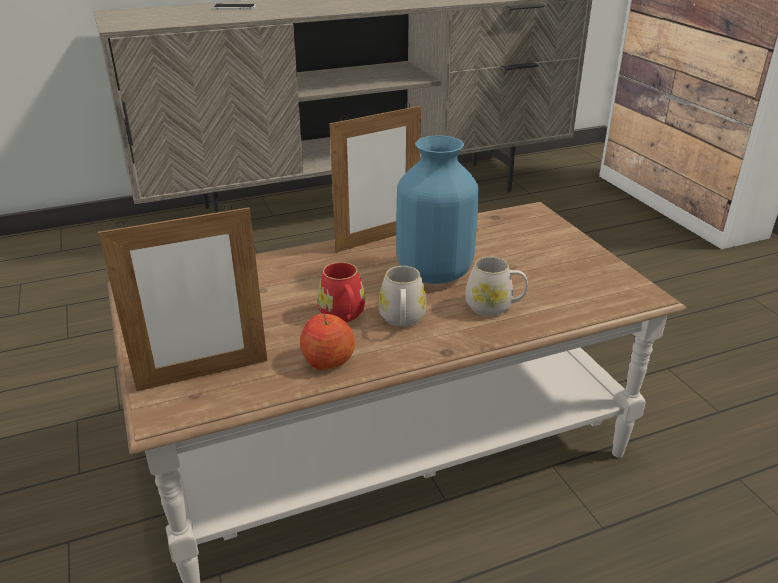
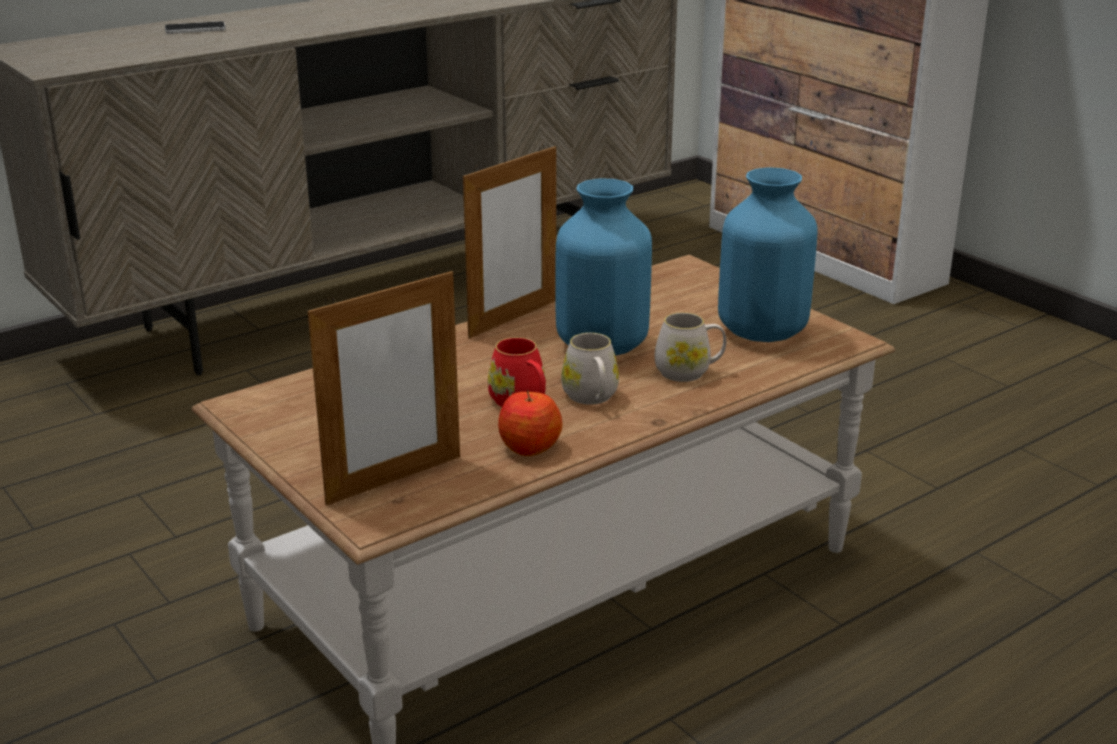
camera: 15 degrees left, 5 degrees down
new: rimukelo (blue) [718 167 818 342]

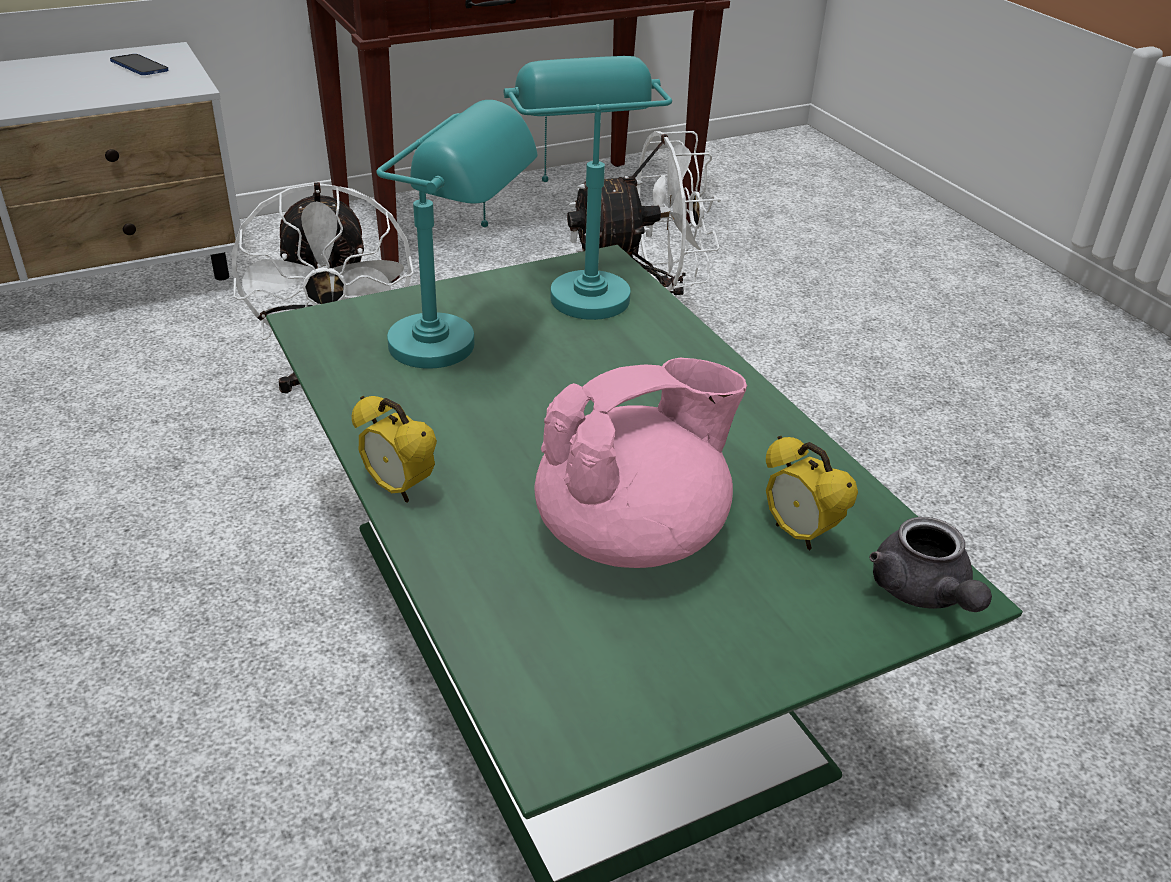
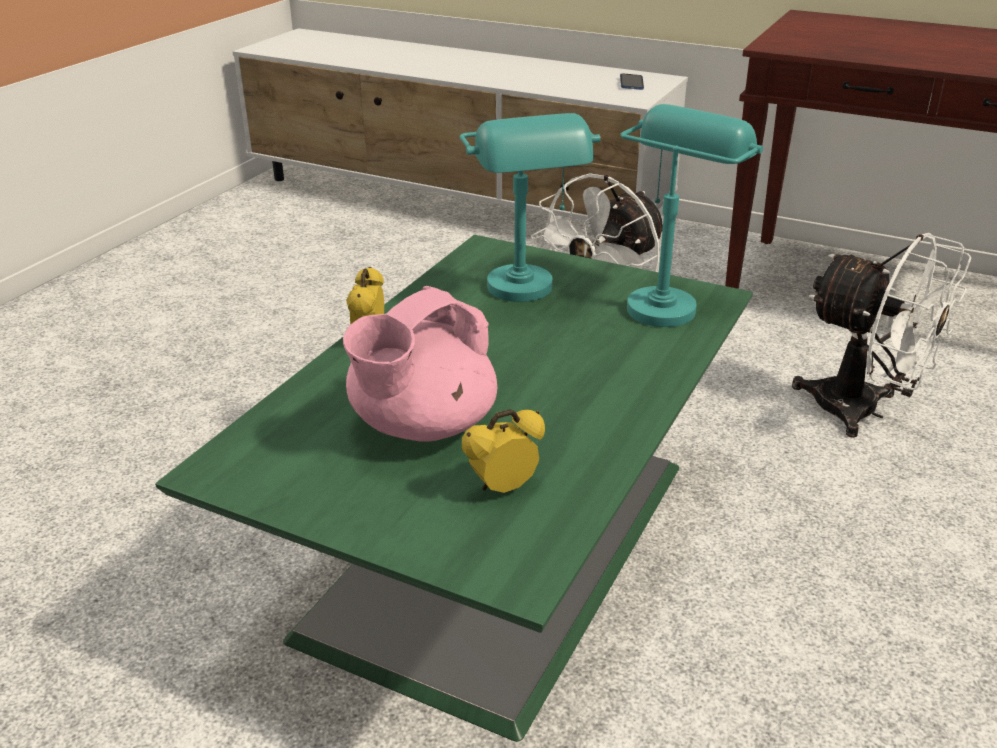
camera: 55 degrees right, 5 degrees down
gone: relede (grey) [869 517 992 612]
rotated: relede (pink) [534 358 747 568] = [343 286 497 442] 105 degrees clockwise; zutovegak [766 436 858 550] = [462 409 545 493] 45 degrees clockwise

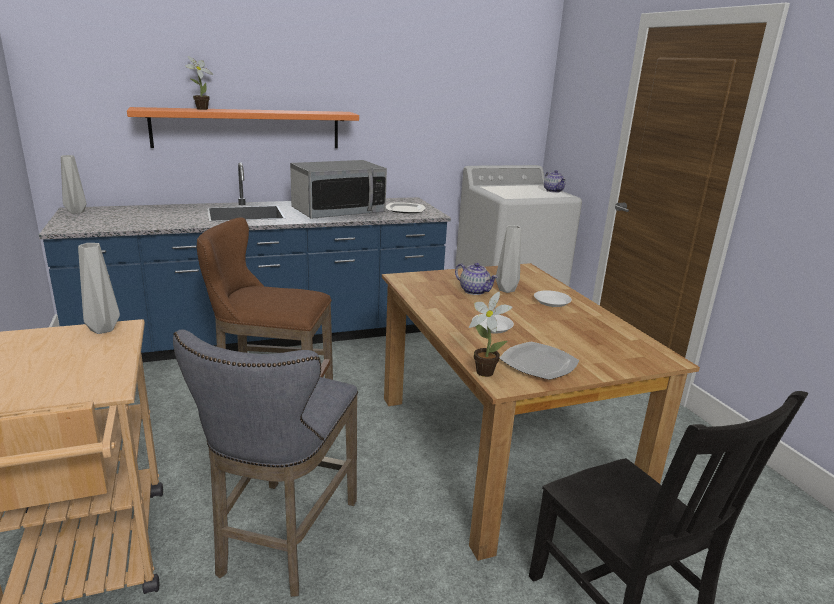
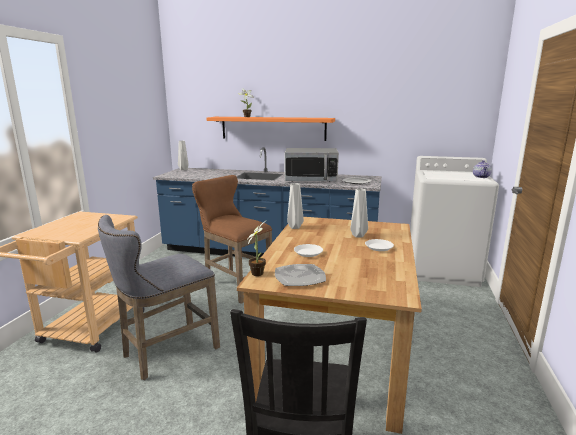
camera: 35 degrees right, 5 degrees down
gone: relede [455 263 498 295]
shifted: rimukelo (grey) [78 243 120 334] to [287 183 304 229]

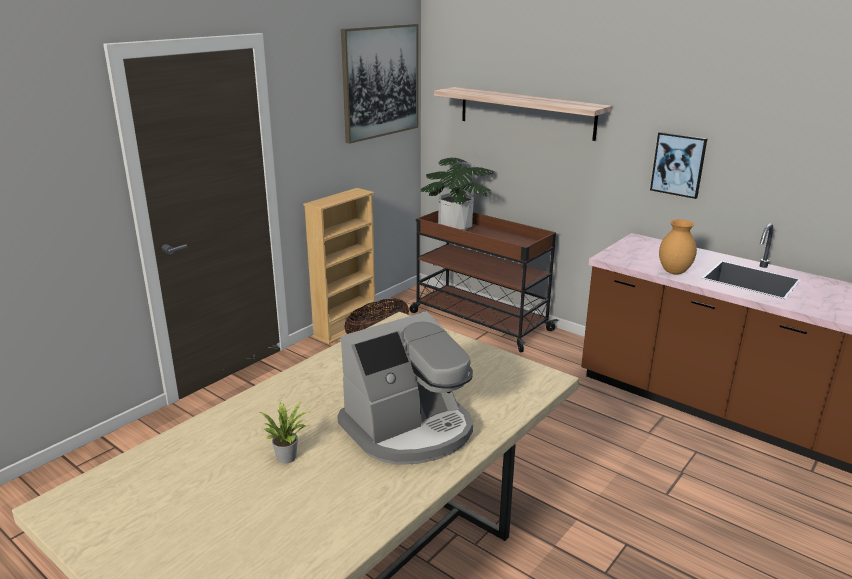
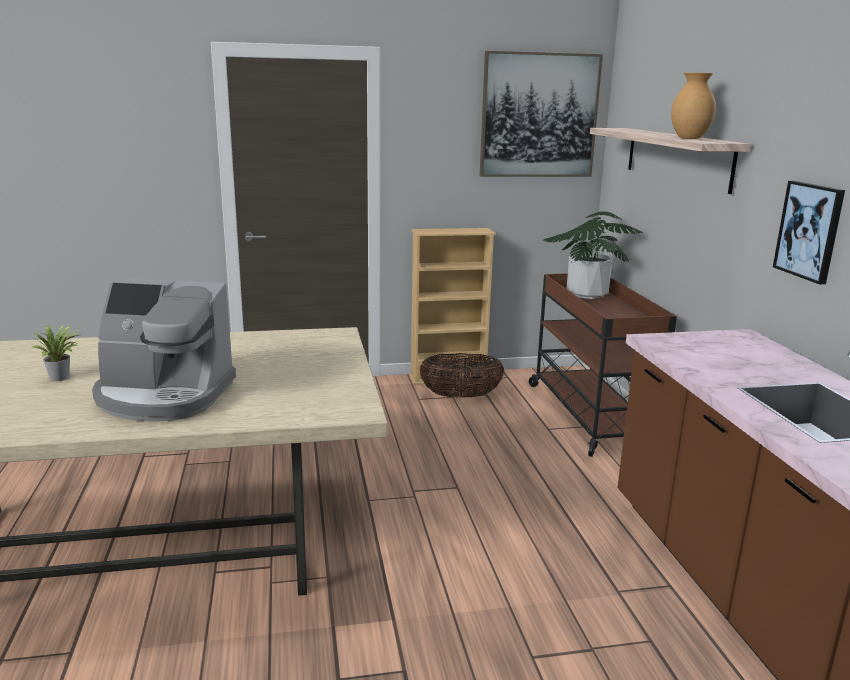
camera: 40 degrees right, 5 degrees down
shifted: rimukelo (brown) [659 219 697 274] to [671 73 716 139]

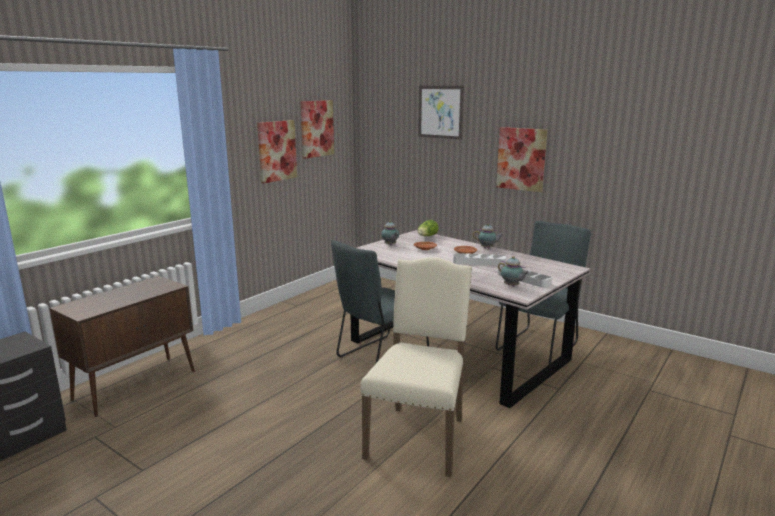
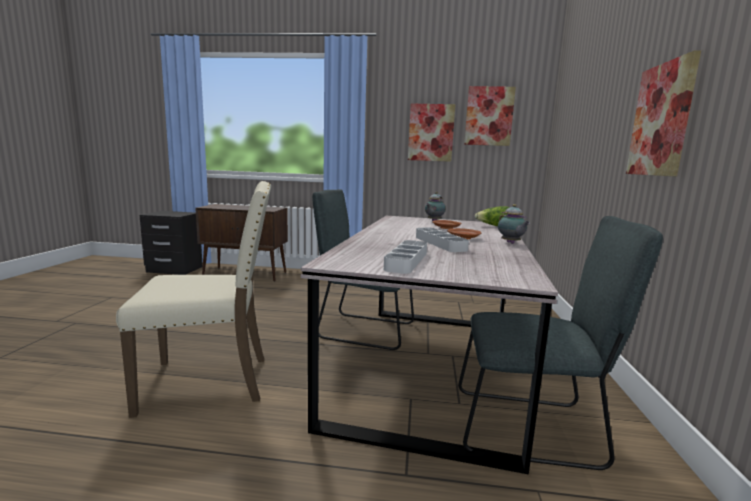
camera: 60 degrees right, 5 degrees down
gone: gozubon [418 86 464 140]; relede [498 256 530 287]

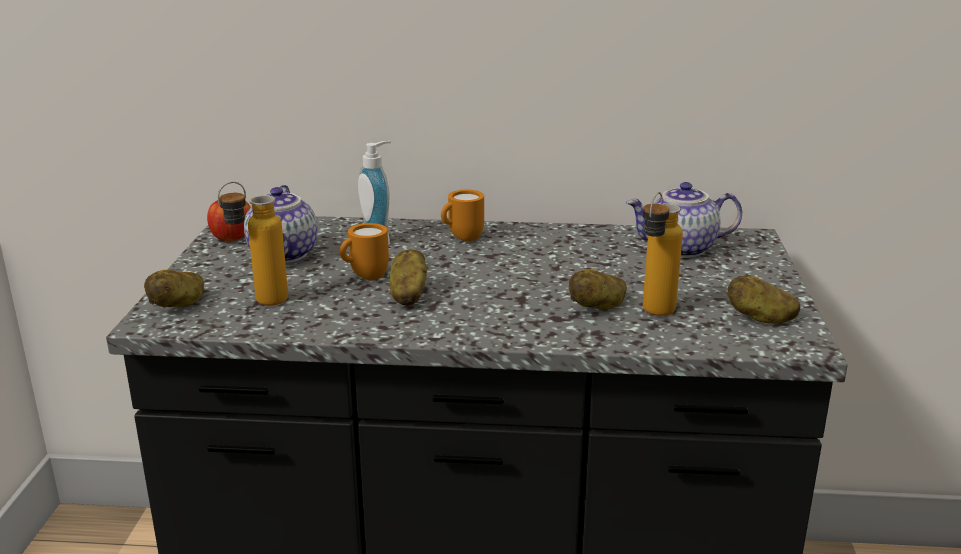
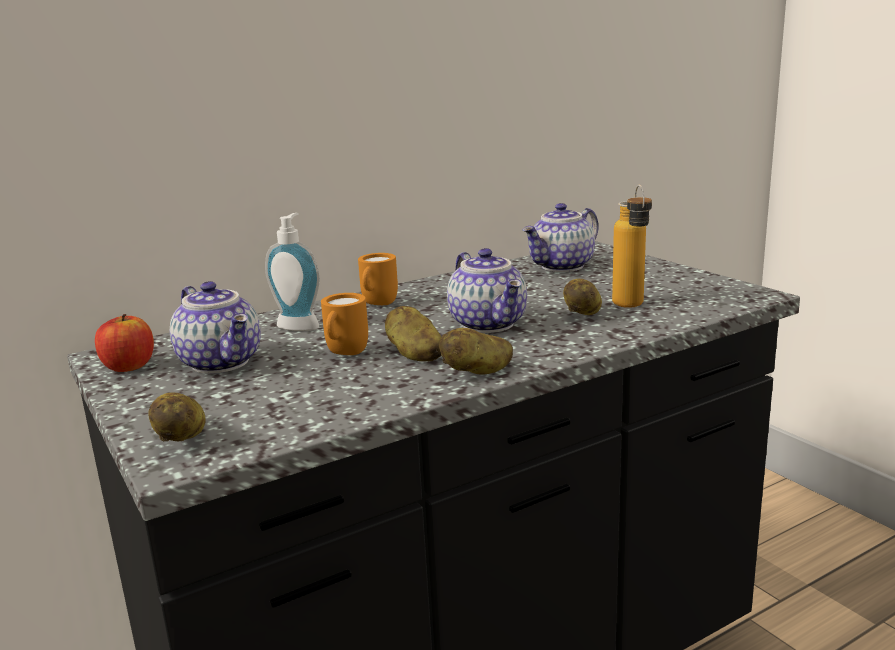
camera: 35 degrees left, 5 degrees down
gone: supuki [218 181 288 306]
new: relede [447 248 527 333]
shifted: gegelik [727 276 800 324] to [439 328 513 375]

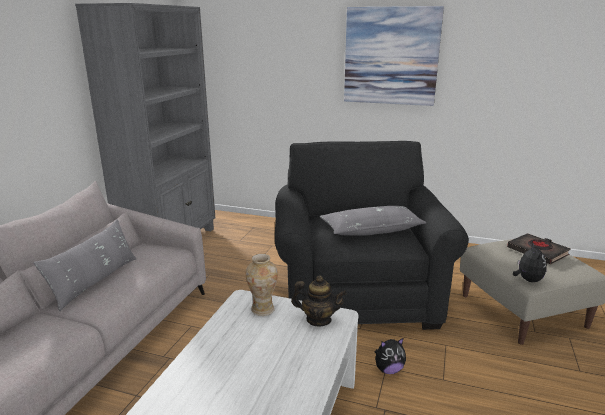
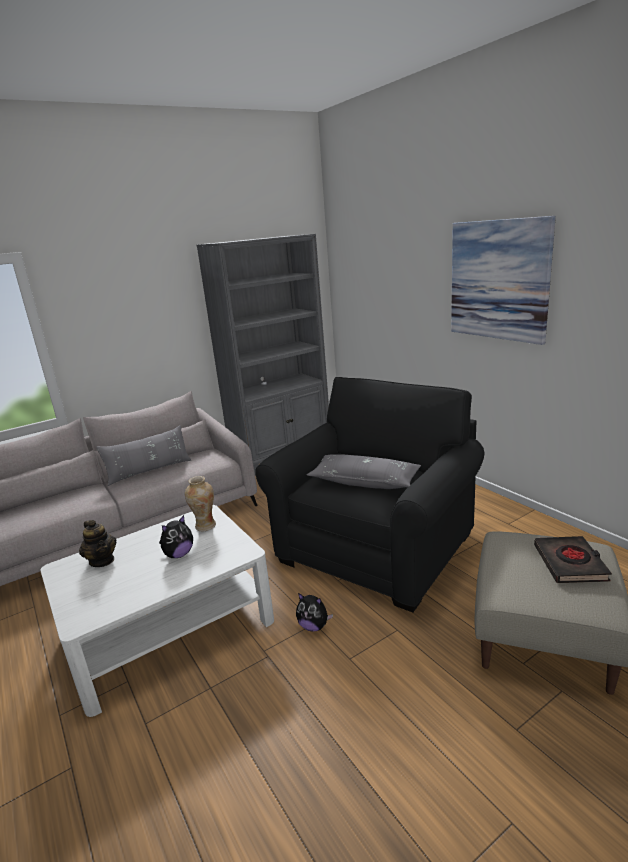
camera: 40 degrees right, 0 degrees up
shifted: relede [291 275 347 326] to [79 520 116 567]; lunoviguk [513 243 547 282] to [159 515 193 558]

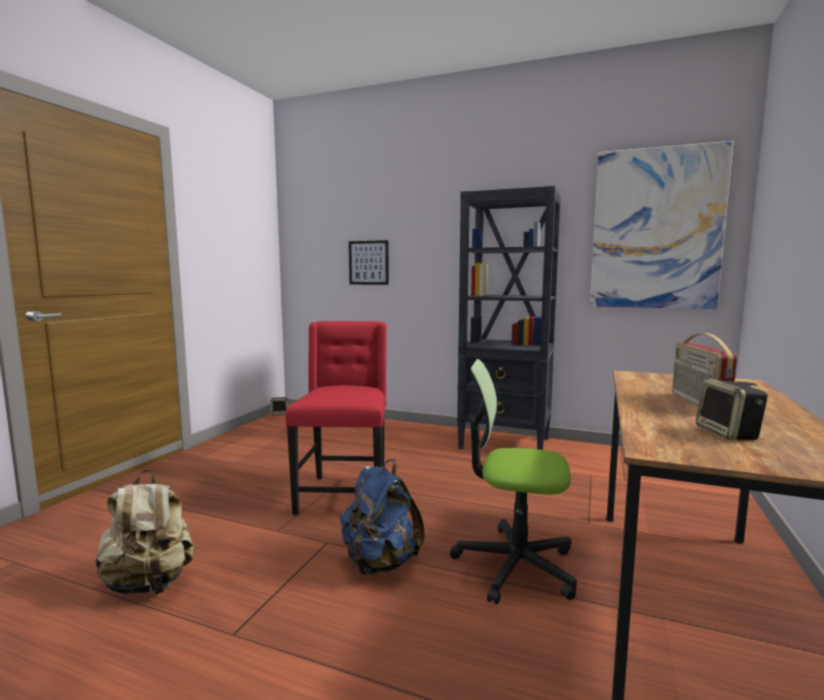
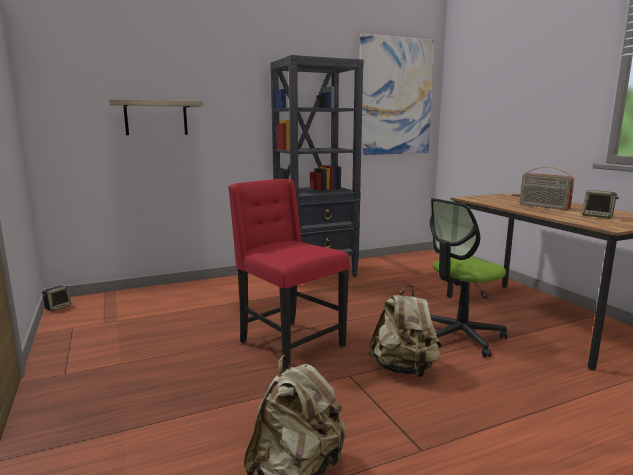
camera: 45 degrees left, 5 degrees up
swapped: gozubon [349 240 389 285] to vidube [109 99 203 135]
repainted: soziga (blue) [340 459 424 576] to soziga (beige) [368 285 442 377]

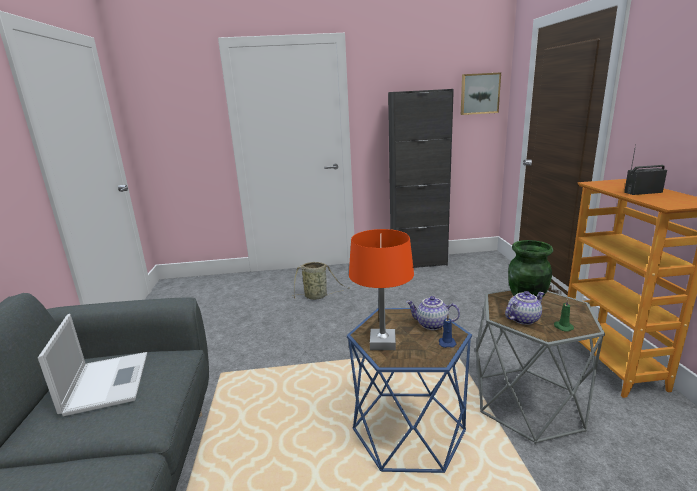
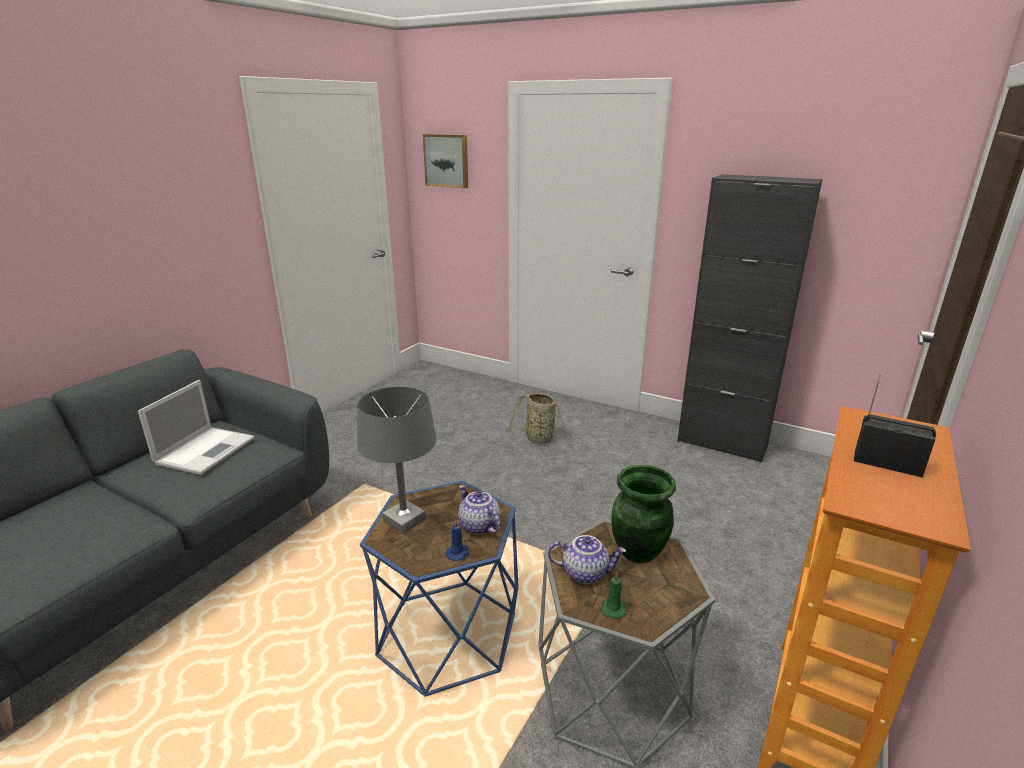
camera: 35 degrees right, 5 degrees up
shifted: gozubon [461 72 501 115] to [423 134 468 188]
repainted: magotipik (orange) [349 229 414 350] to magotipik (grey) [357 386 437 534]

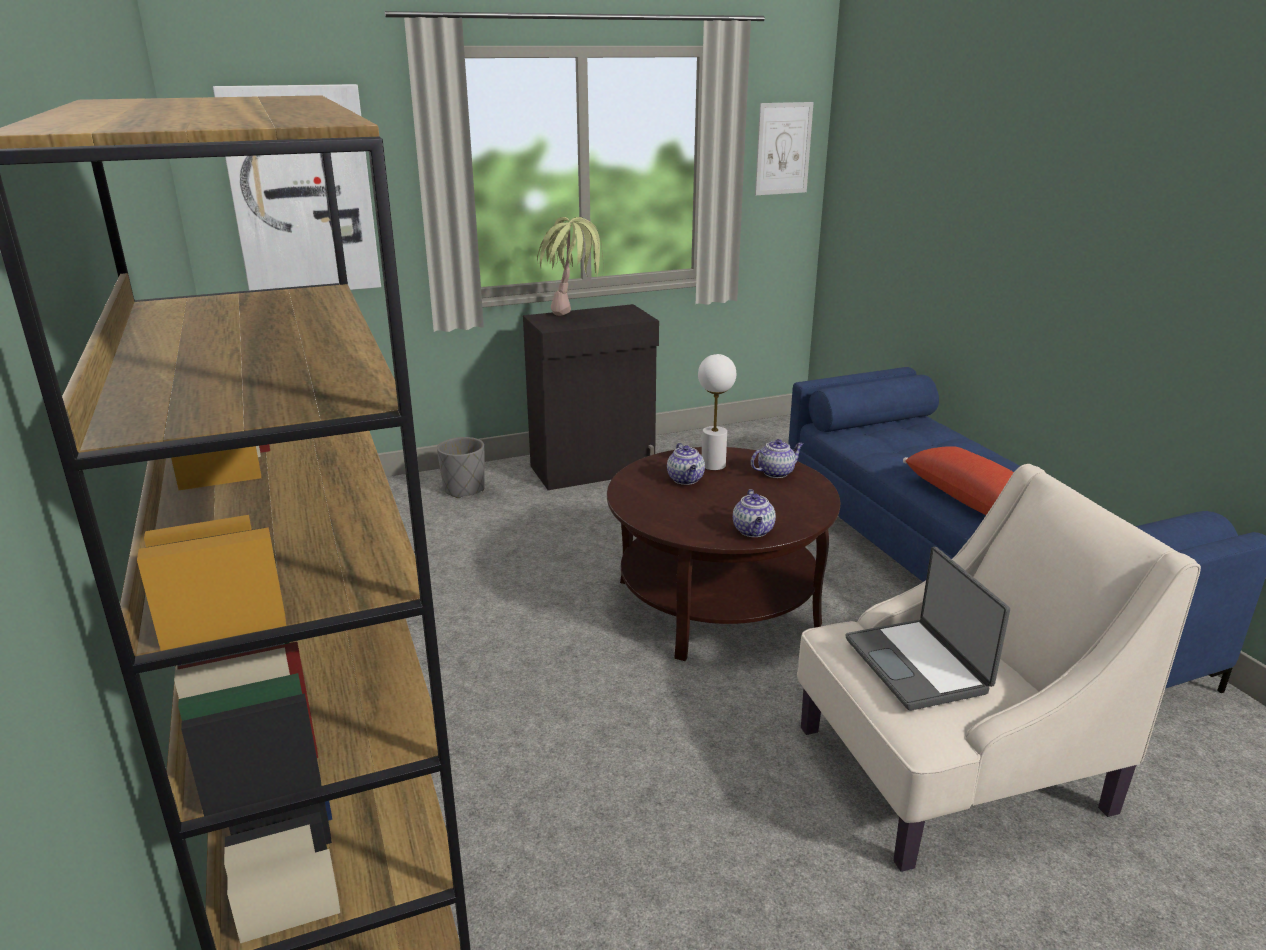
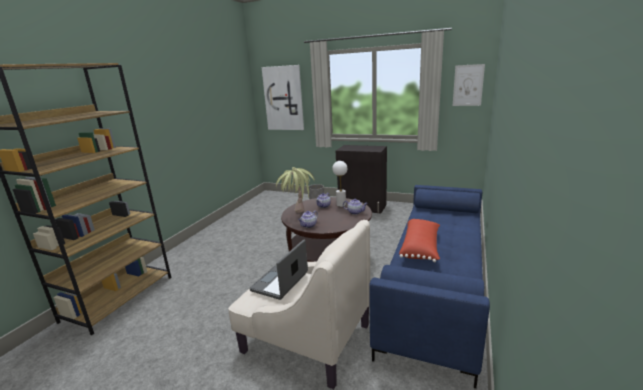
camera: 45 degrees right, 5 degrees down
shifted: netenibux [537 217 604 316] to [276 167 315 213]

